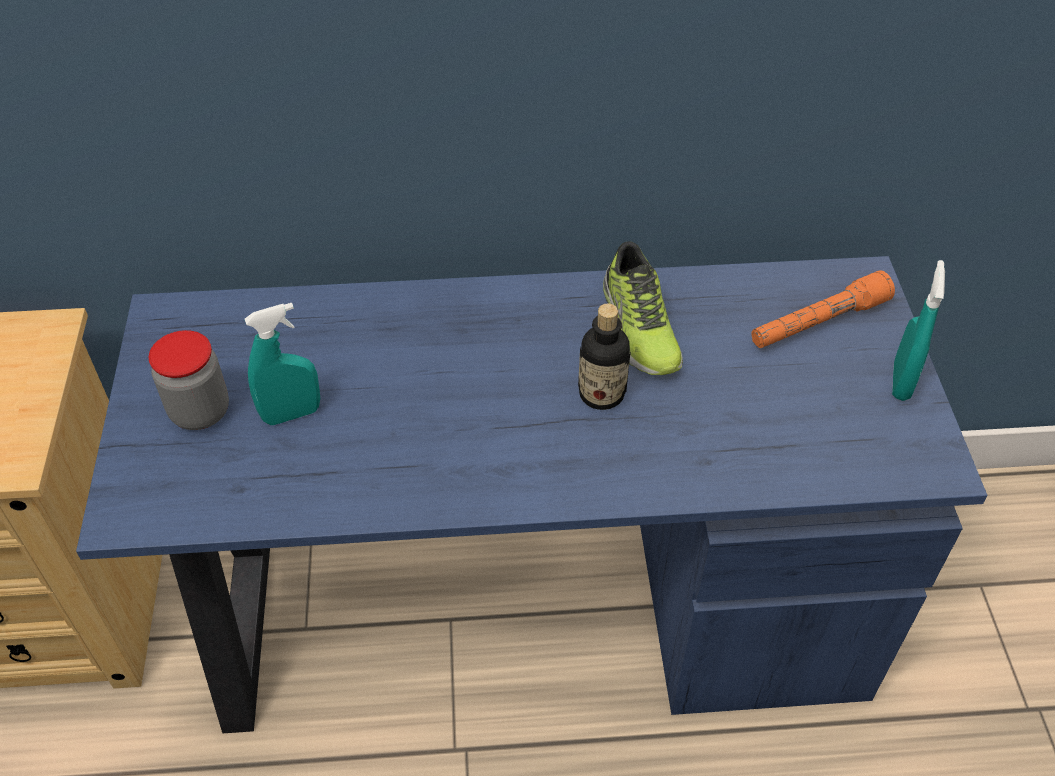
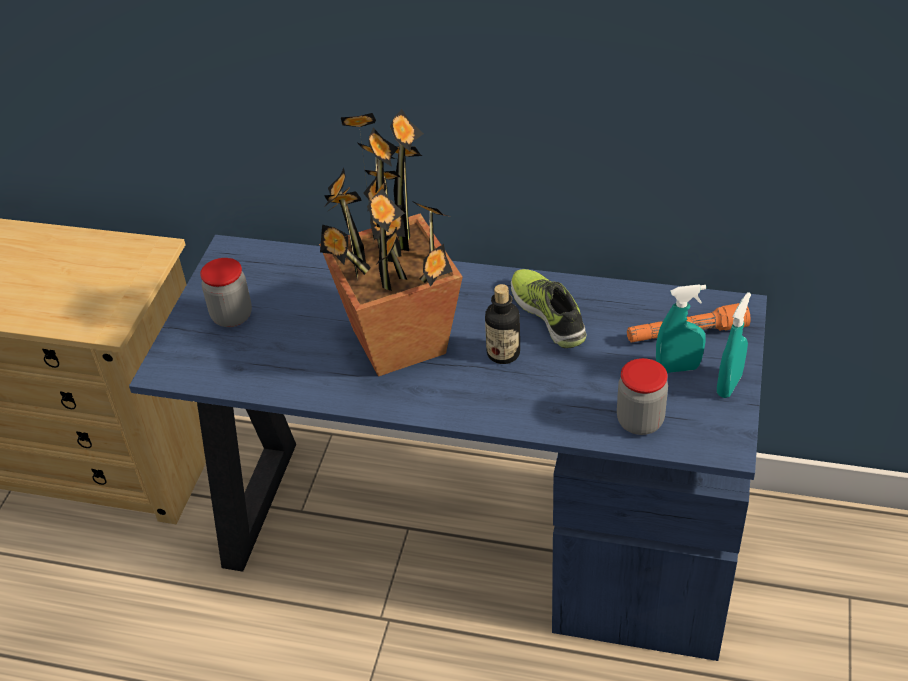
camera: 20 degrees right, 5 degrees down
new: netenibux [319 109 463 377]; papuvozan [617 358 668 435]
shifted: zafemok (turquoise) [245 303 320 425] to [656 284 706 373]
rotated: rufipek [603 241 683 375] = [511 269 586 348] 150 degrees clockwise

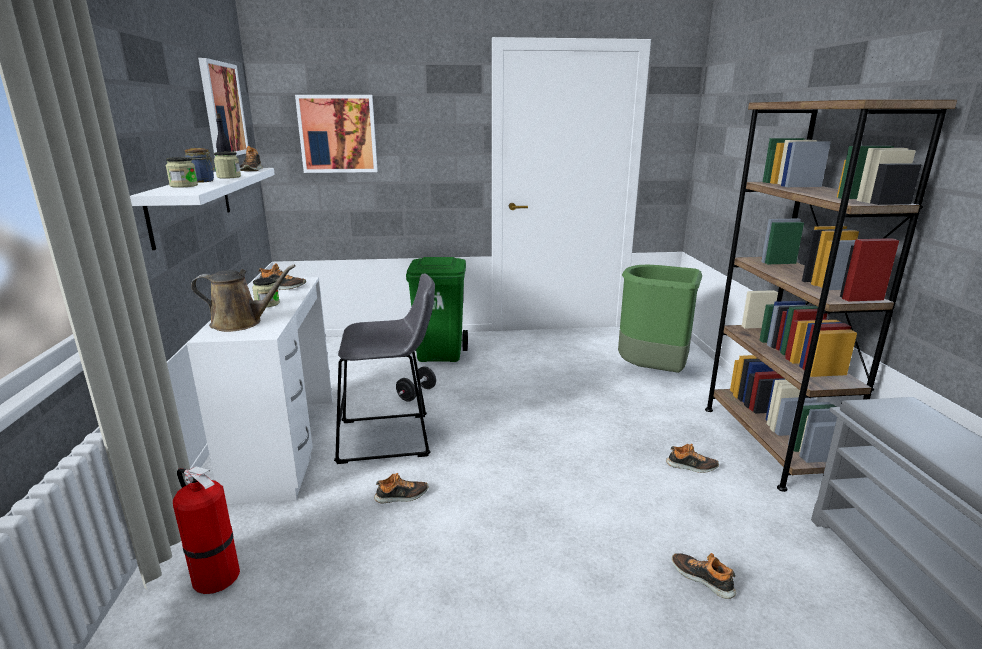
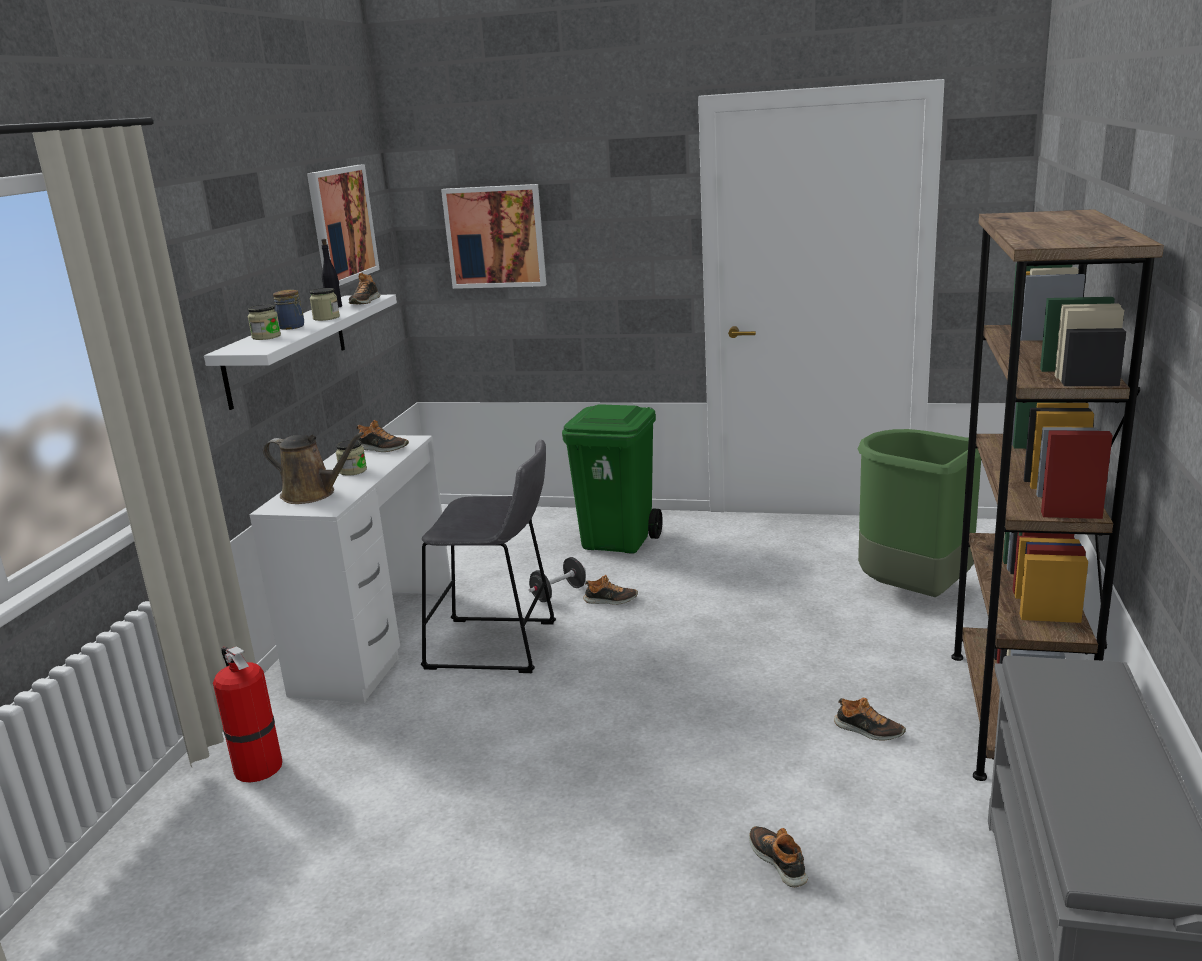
camera: 20 degrees right, 0 degrees up
shifted: rufipek [374 473 428 503] to [583 575 638 605]

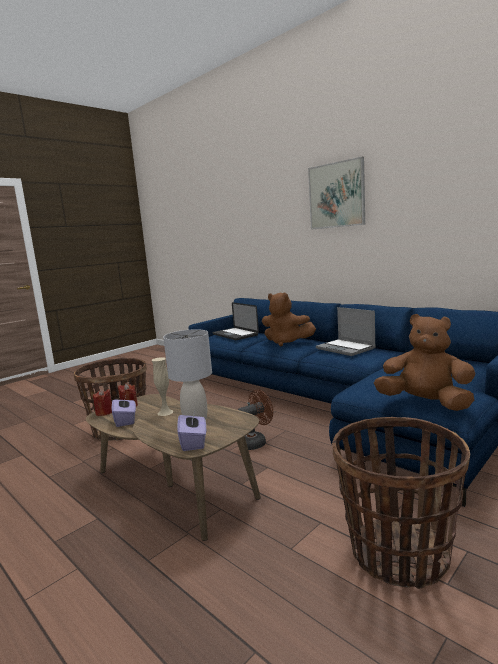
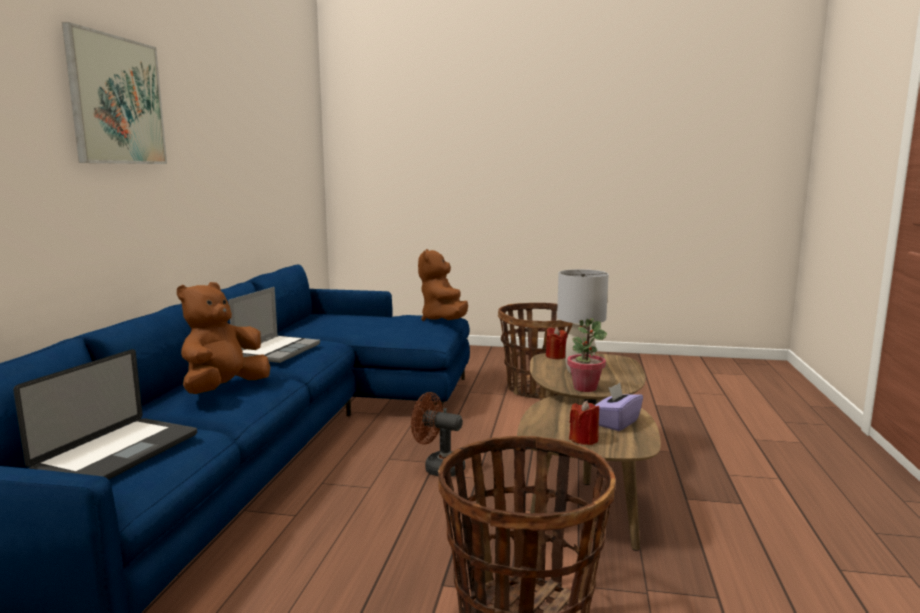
camera: 125 degrees left, 0 degrees up
gone: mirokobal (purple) [177 411 206 451]
shifted: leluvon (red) [93 389 112 416] to [546 327 567 359]
swapped: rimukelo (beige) [152 357 174 416] to netenibux [567 318 607 392]
rotated: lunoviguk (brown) [262 293 316 347] = [177 282 270 394] 150 degrees counterclockwise

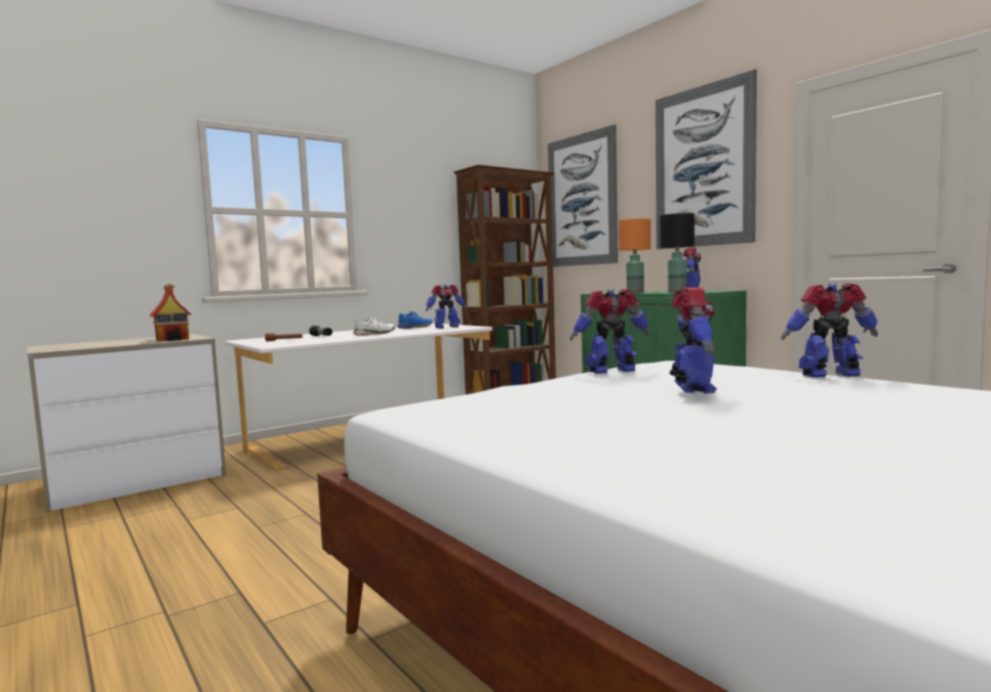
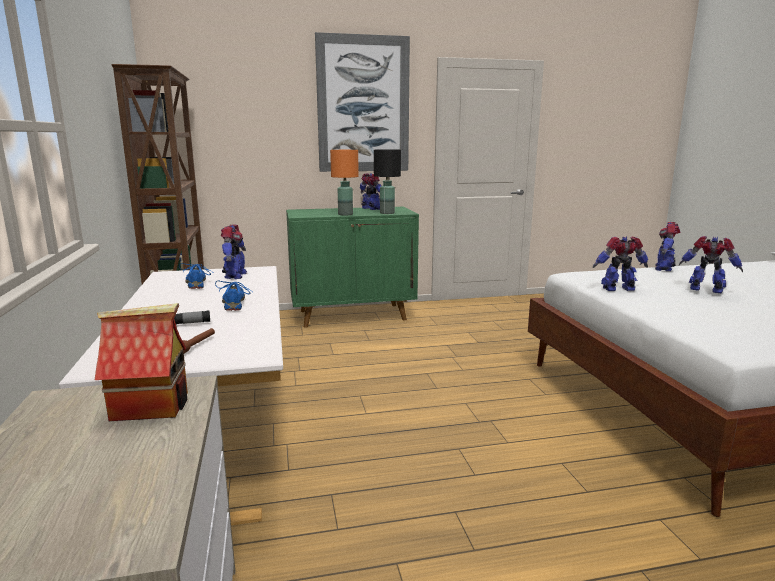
camera: 65 degrees left, 10 degrees up
gone: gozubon [548 124 618 267]
repainted: rufipek (white) [353 315 395 336] to rufipek (blue) [215 280 251 311]
rotated: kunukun [570 289 650 374] = [593 237 648 291] 75 degrees clockwise

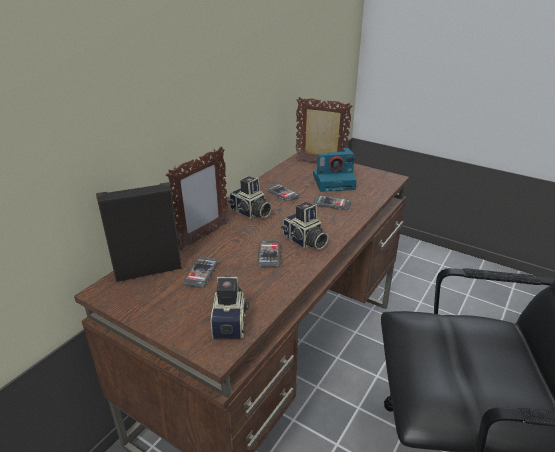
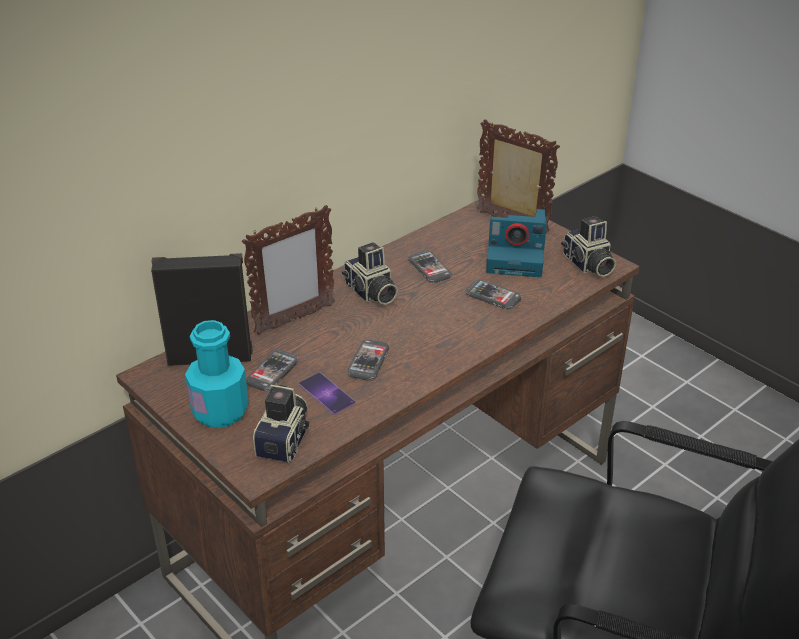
camera: 15 degrees right, 5 degrees up
new: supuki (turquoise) [185 320 249 428]; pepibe [299 372 356 415]
shifted: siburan [281 202 329 249] to [561 216 616 277]

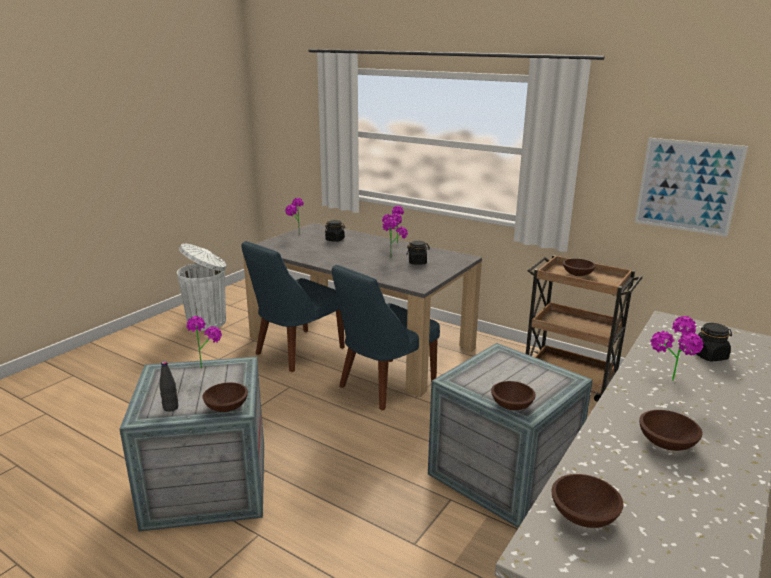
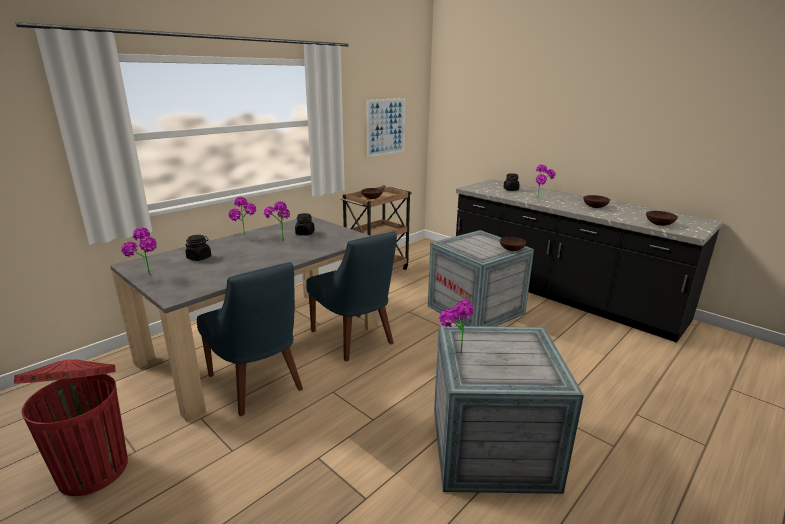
camera: 80 degrees left, 0 degrees up
gone: supuki (black) [159 361 178 412]; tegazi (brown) [203 382 248 412]
repainted: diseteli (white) [177 243 227 331] to diseteli (red) [14 359 128 496]

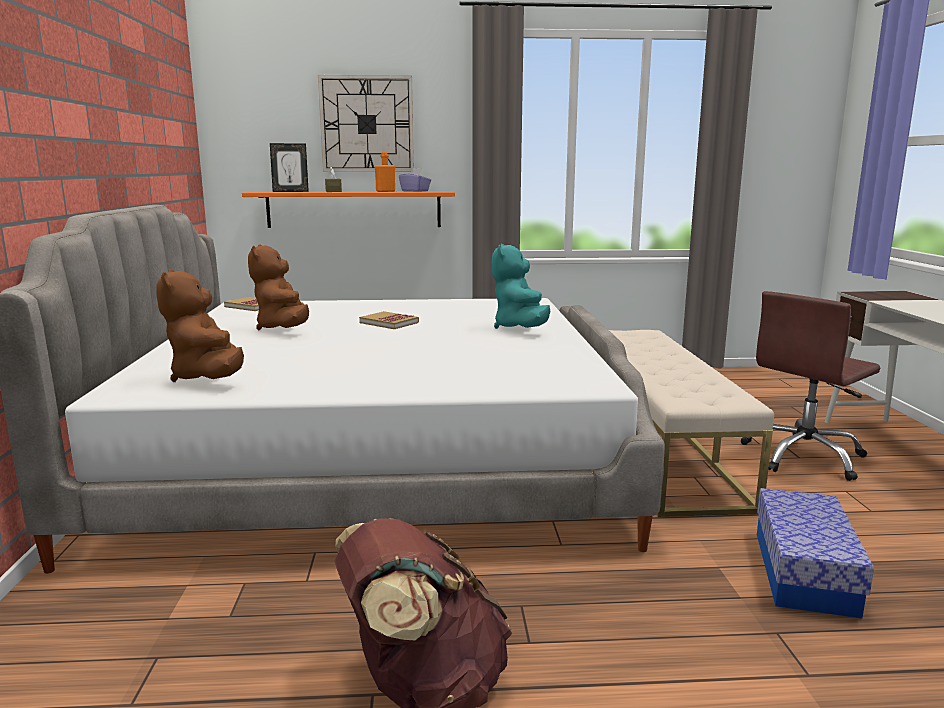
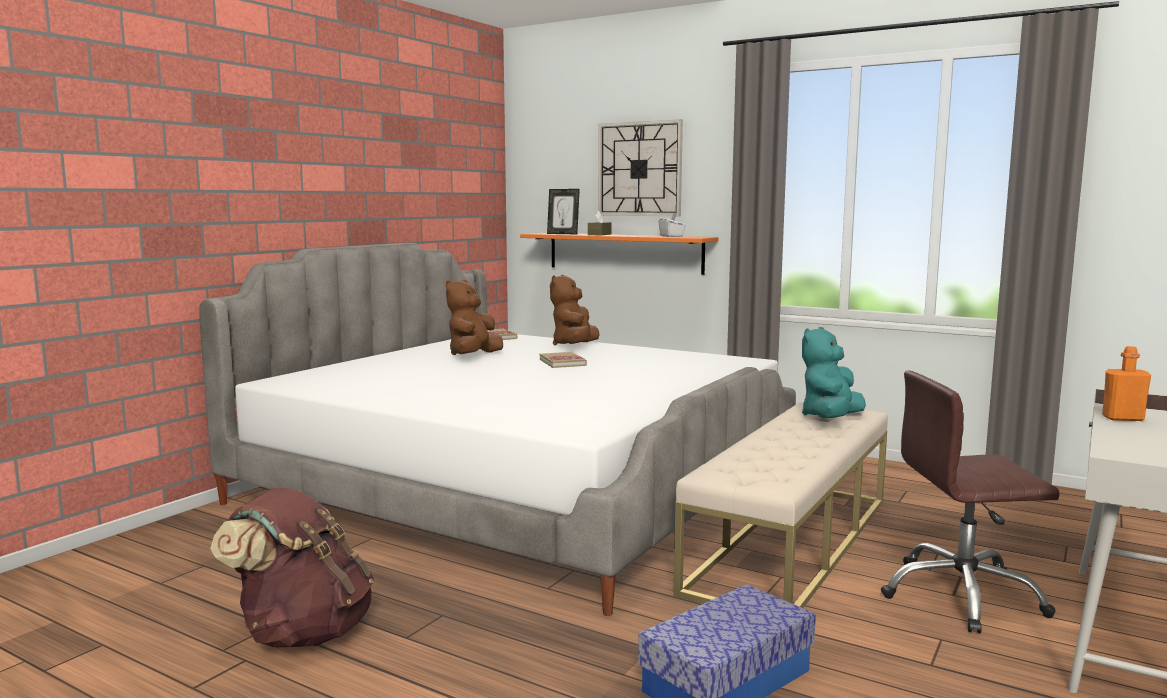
camera: 35 degrees right, 5 degrees down
shifted: lunoviguk (brown) [156 269 244 382] to [550 275 600 346]; supuki (orange) [375 152 395 192] to [1102 346 1151 421]; lunoviguk (turquoise) [492 244 550 329] to [802 327 866 418]
repainted: mirokobal (purple) [399 168 431 192] to mirokobal (white) [658 213 686 237]

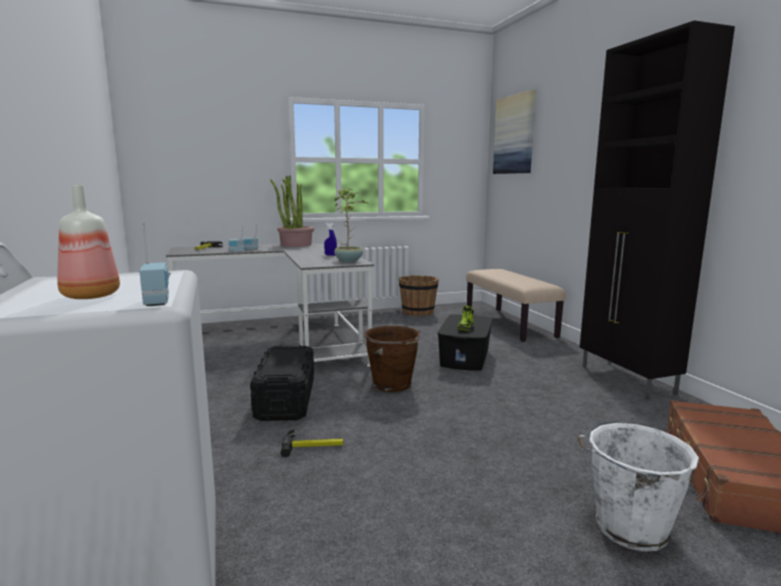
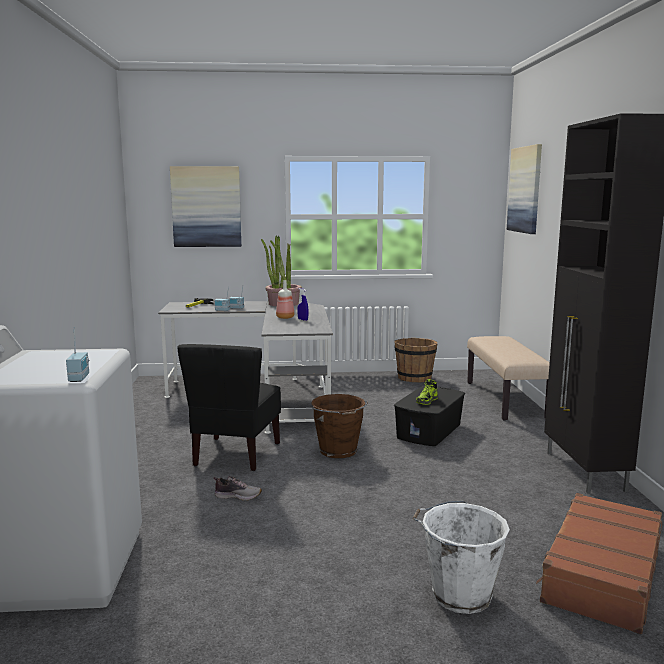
camera: 15 degrees right, 0 degrees up
gone: netenibux [334 189 367 263]
new: gozubon [170 166 242 247]
shifted: supuki [57 185 120 299] to [276 280 294 319]
swapped: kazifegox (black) [250 345 314 421] to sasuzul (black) [177 344 281 471]; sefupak [281 429 343 457] to rufipek [213 476 262 500]

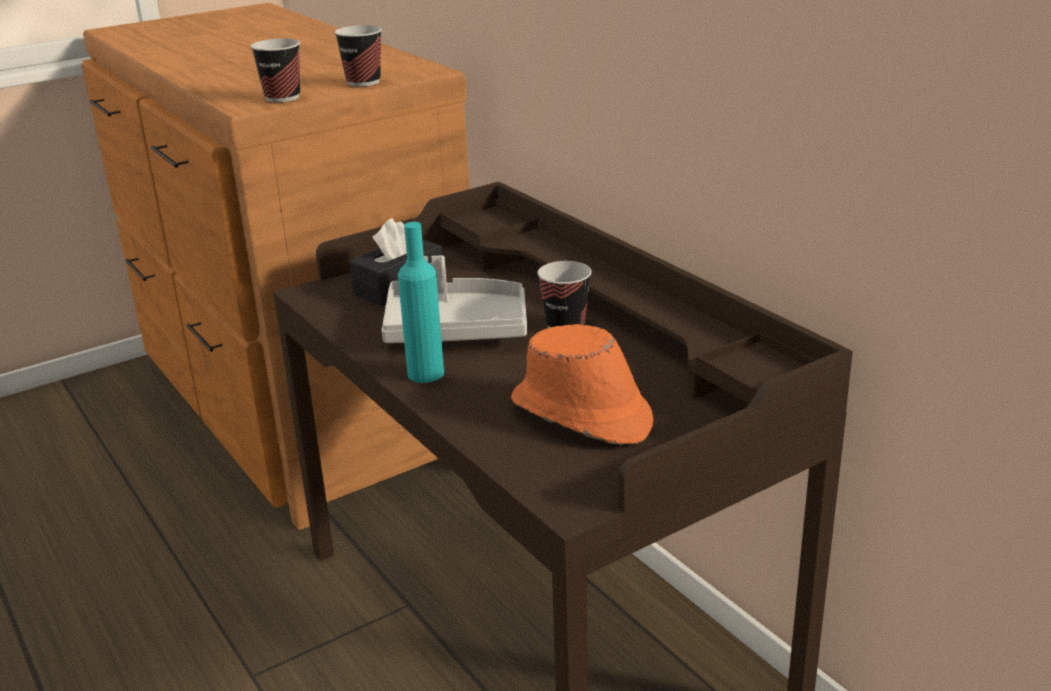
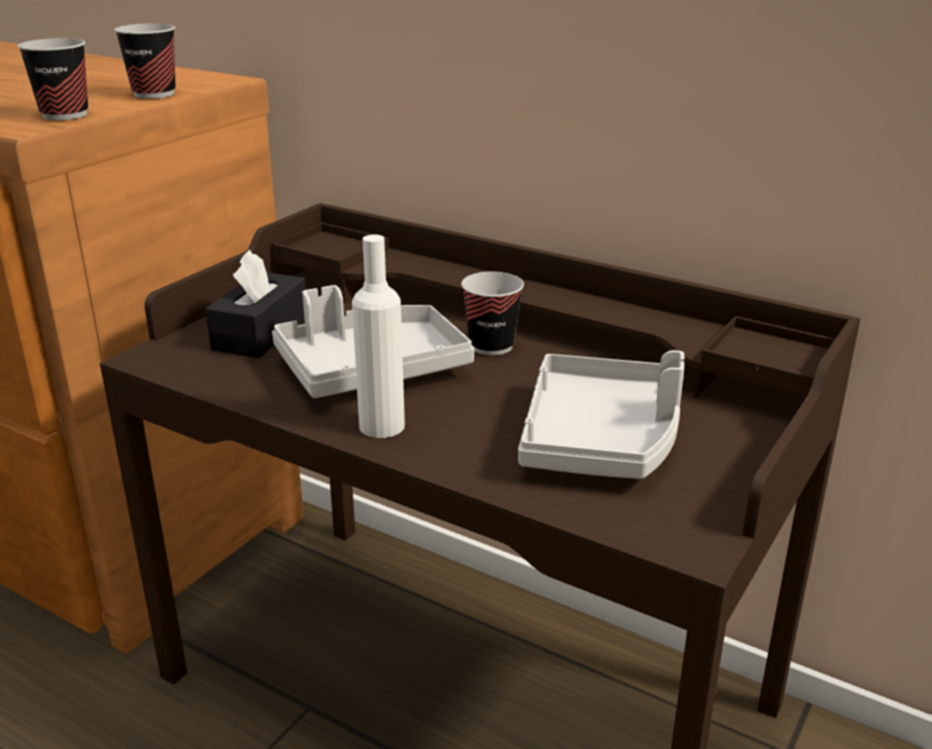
camera: 25 degrees left, 0 degrees up
swapped: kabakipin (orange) [511 324 653 445] to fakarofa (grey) [518 350 684 479]
repainted: supuki (turquoise) [398 222 444 383] to supuki (white) [352 235 405 438]

